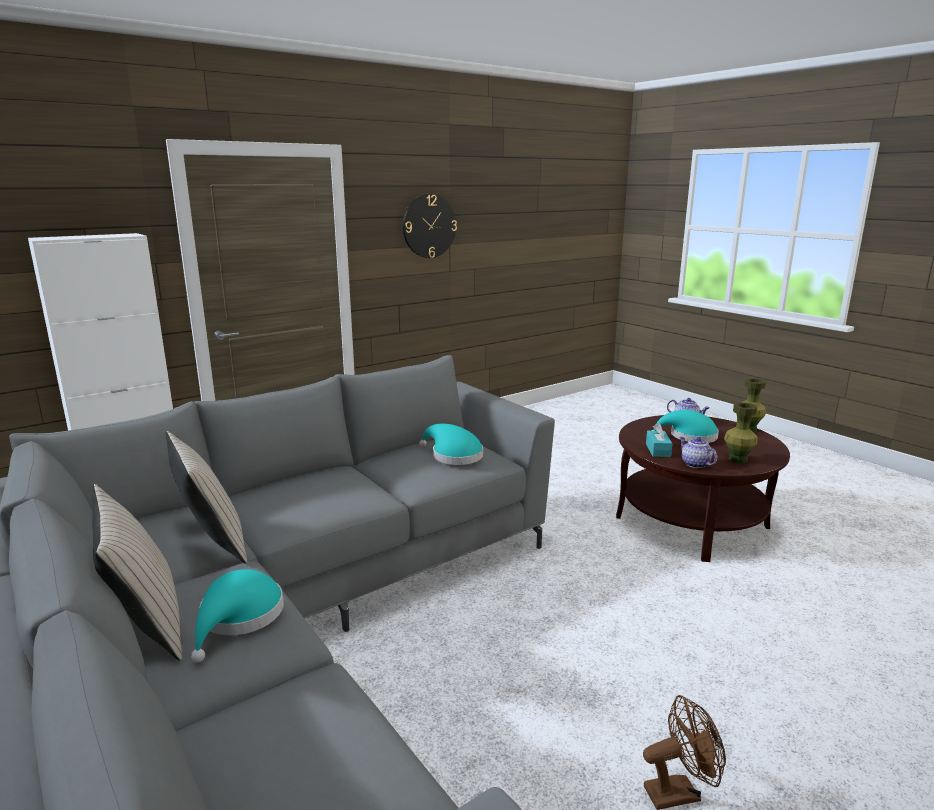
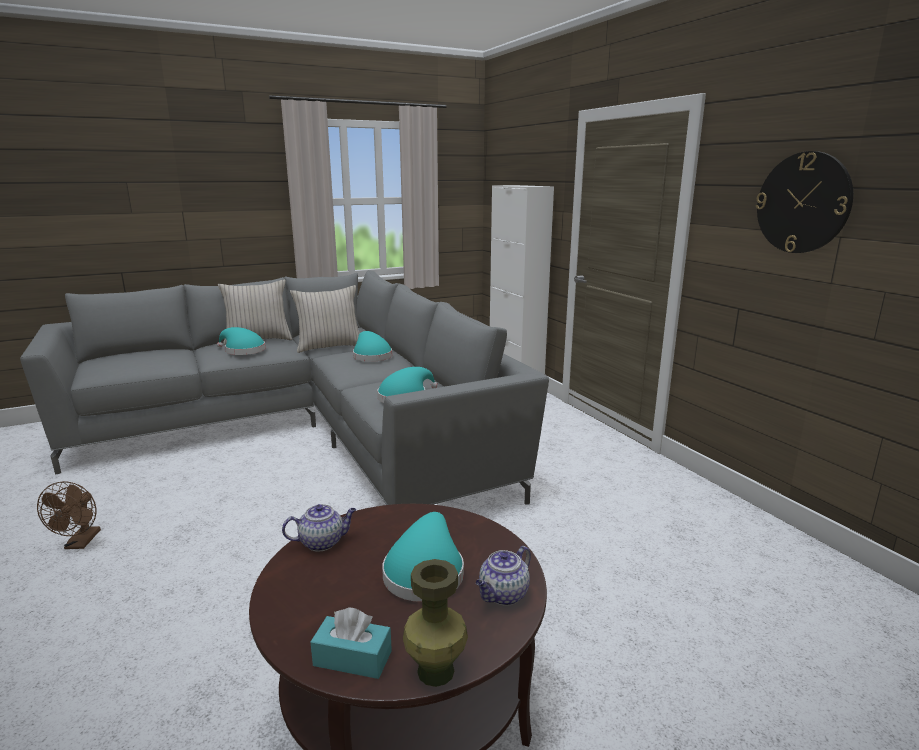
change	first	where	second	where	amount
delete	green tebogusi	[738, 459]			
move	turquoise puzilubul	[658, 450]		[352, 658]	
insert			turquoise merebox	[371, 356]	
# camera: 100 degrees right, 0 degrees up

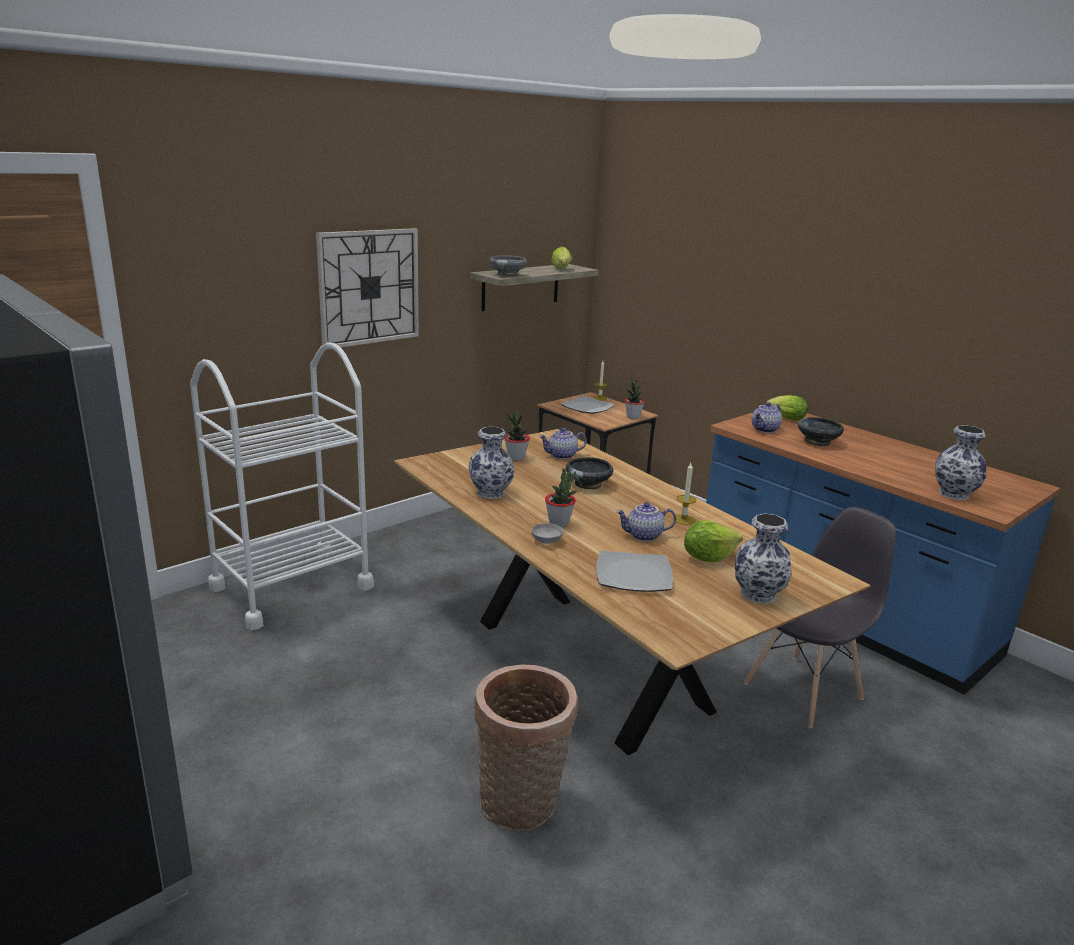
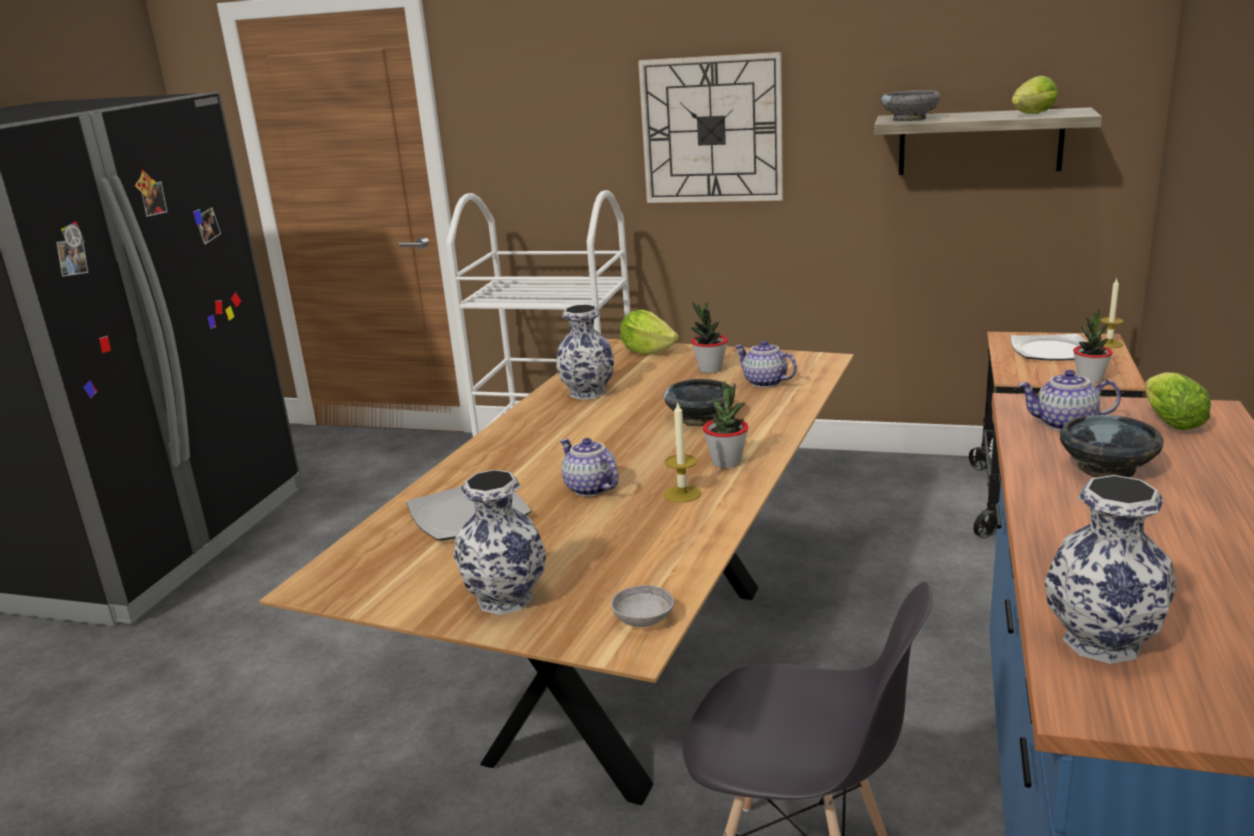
change	first	where	second	where	amount
move	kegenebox	[559, 523]		[726, 462]	
move	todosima	[708, 557]		[647, 351]	
move	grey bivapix	[546, 541]		[643, 620]	
delete	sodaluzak	[521, 805]			
# camera: 60 degrees right, 0 degrees up

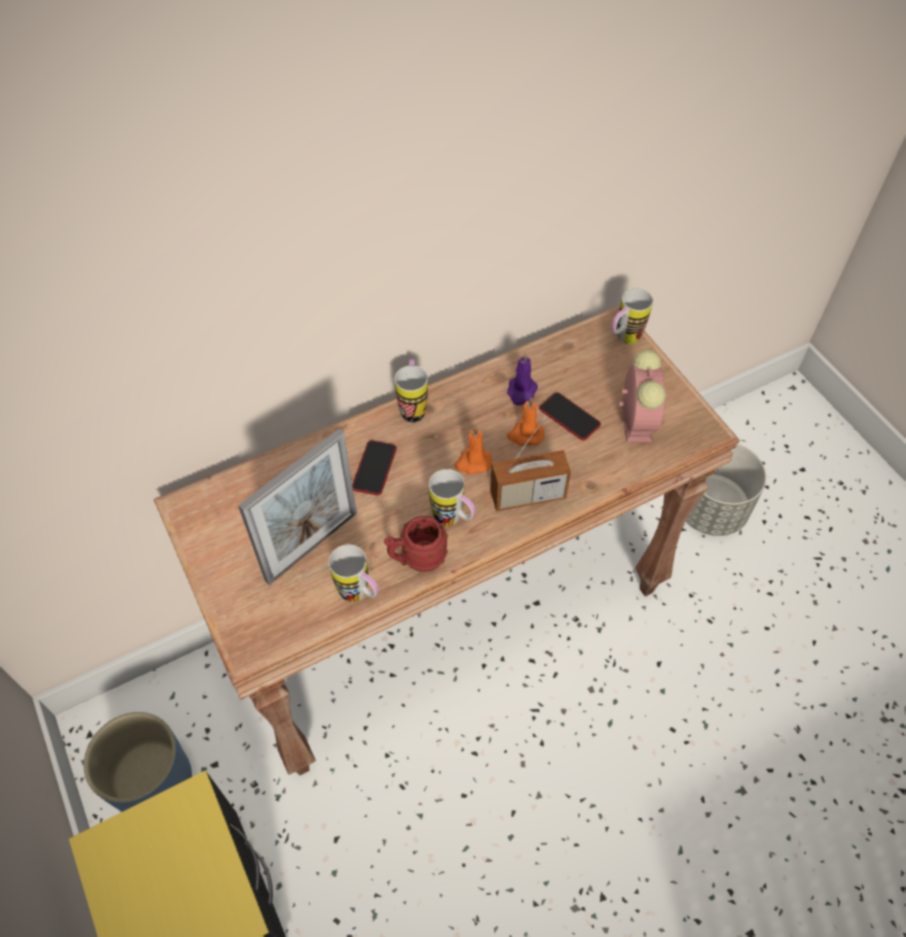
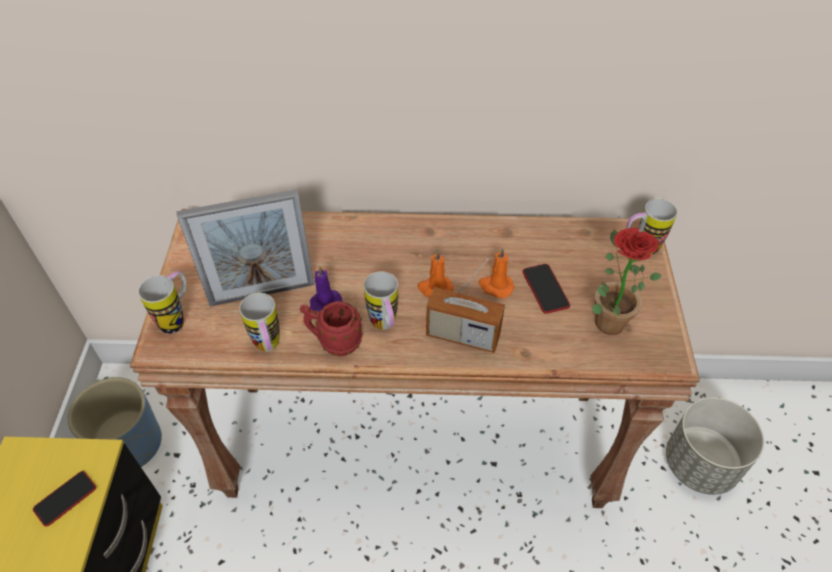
change	first	where	second	where	amount
replace	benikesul	[635, 420]	kegenebox	[605, 318]	
move	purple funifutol	[521, 392]		[324, 305]	
move	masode	[413, 407]		[177, 318]	
move	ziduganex	[374, 468]		[65, 498]	
# camera: 30 degrees right, 5 degrees down

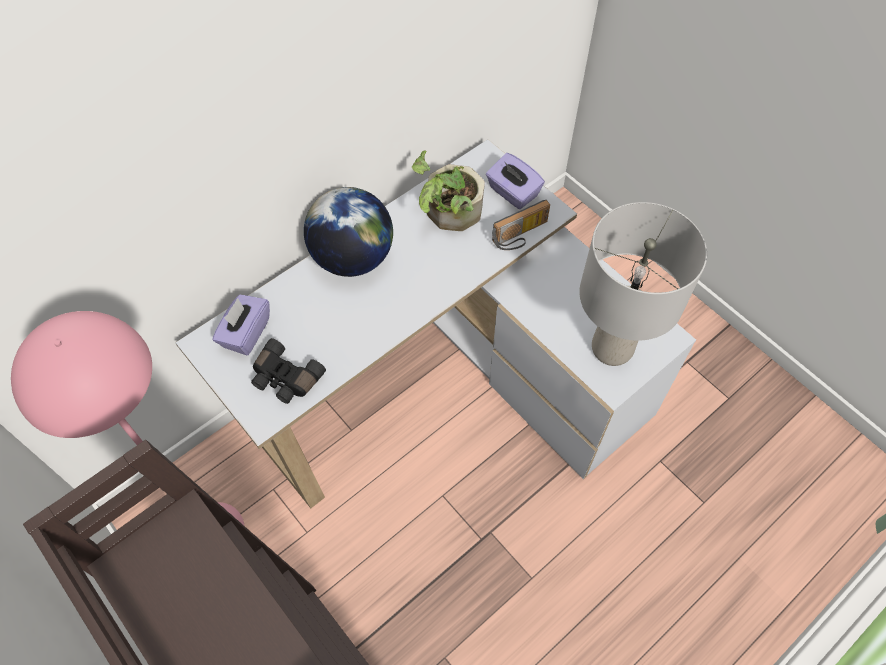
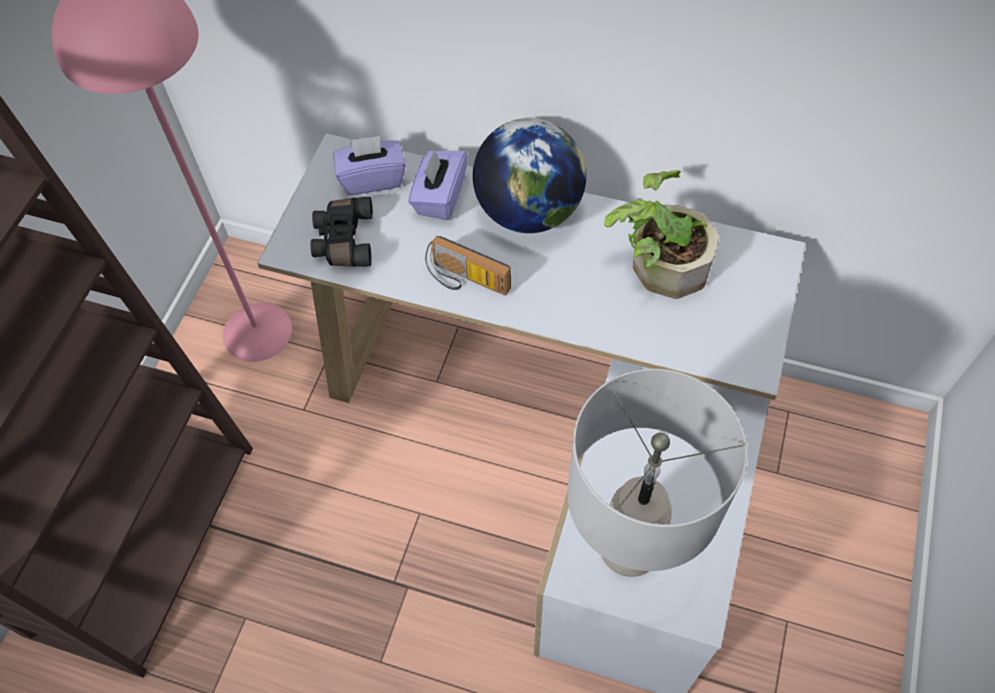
change	first	where	second	where	amount
move	purple puzilubul	[512, 192]		[440, 197]	
move	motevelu	[521, 236]		[465, 281]	
# camera: 60 degrees right, 0 degrees up

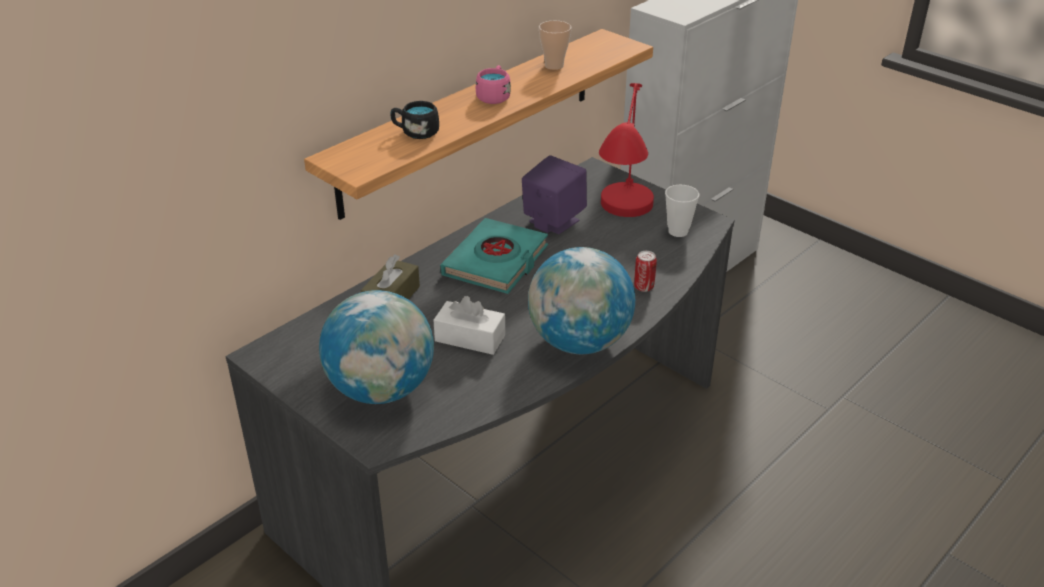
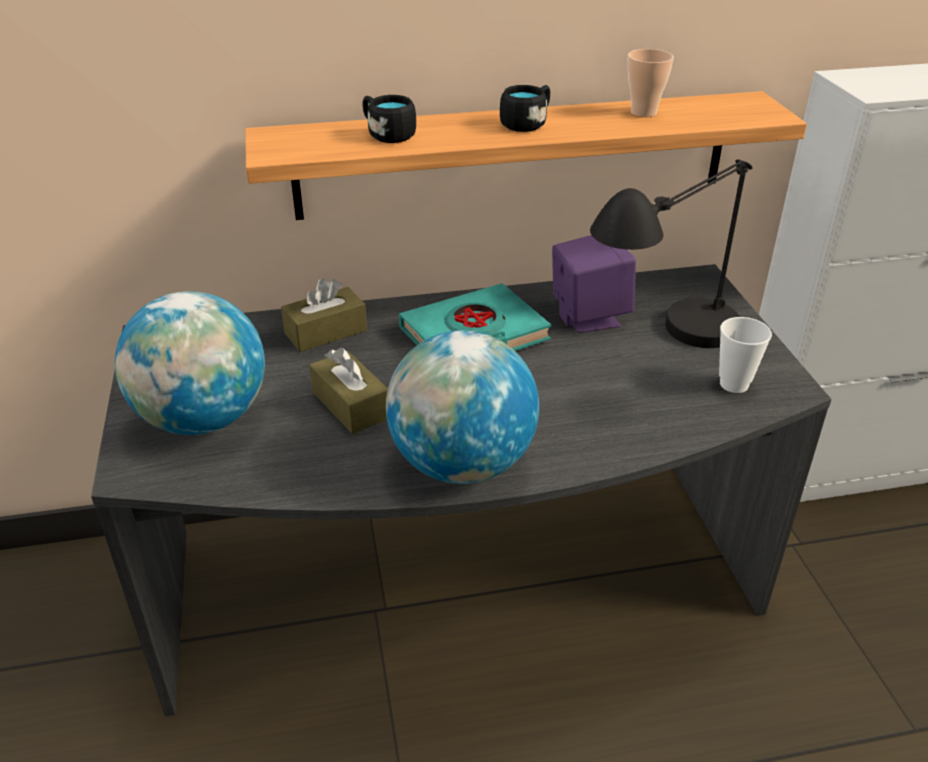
change	first	where	second	where	amount
recolor	pink masode	[494, 96]	black masode	[527, 123]	
recolor	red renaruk	[622, 228]	black renaruk	[664, 354]	
delete	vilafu	[643, 287]			
recolor	white puzilubul	[470, 338]	brown puzilubul	[351, 405]	
# camera: 35 degrees right, 0 degrees up

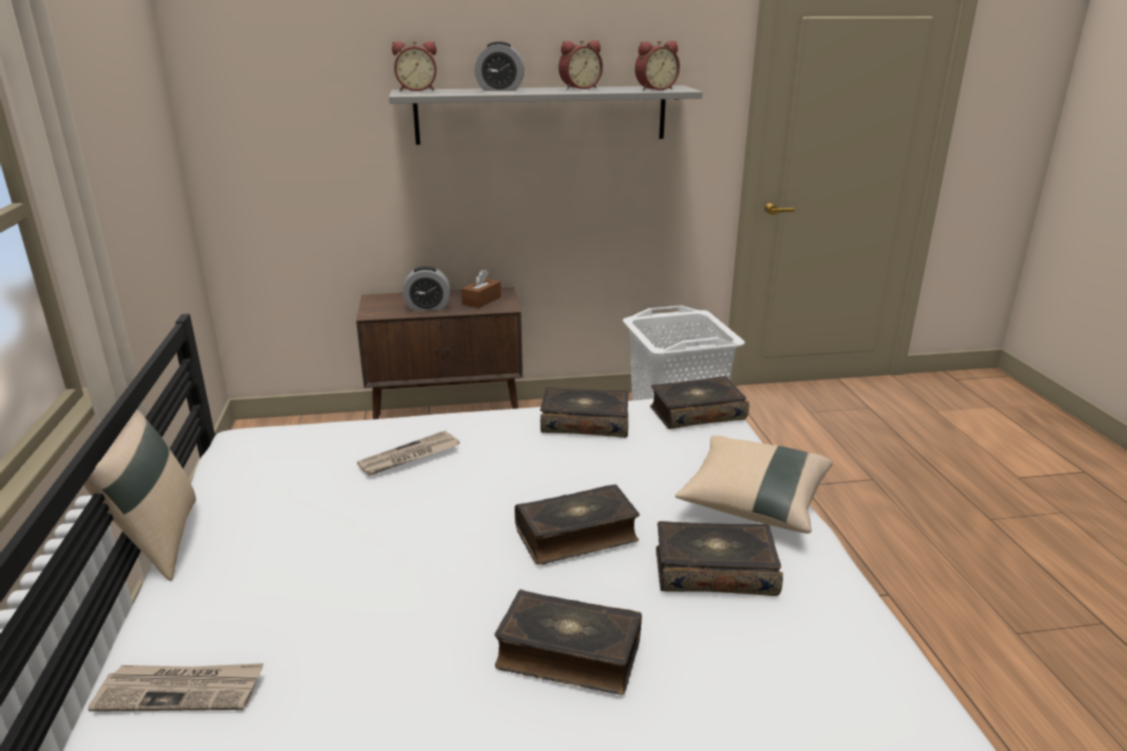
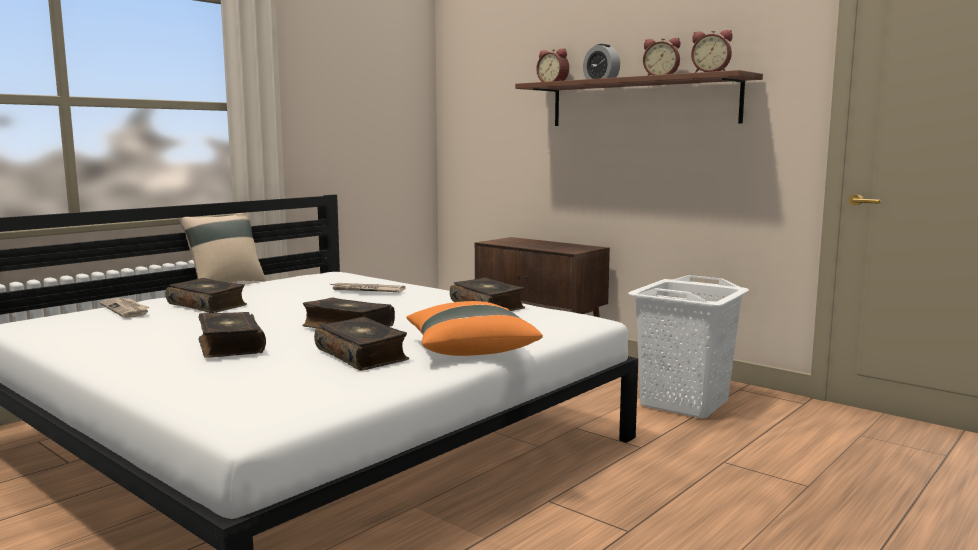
change	first	where	second	where	amount
recolor	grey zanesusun	[541, 114]	brown zanesusun	[641, 102]	
delete	benikesul	[427, 307]			
delete	brown puzilubul	[481, 300]			
move	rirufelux	[696, 413]		[208, 305]	
recolor	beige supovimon	[753, 502]	orange supovimon	[470, 349]	
# camera: 50 degrees right, 15 degrees down

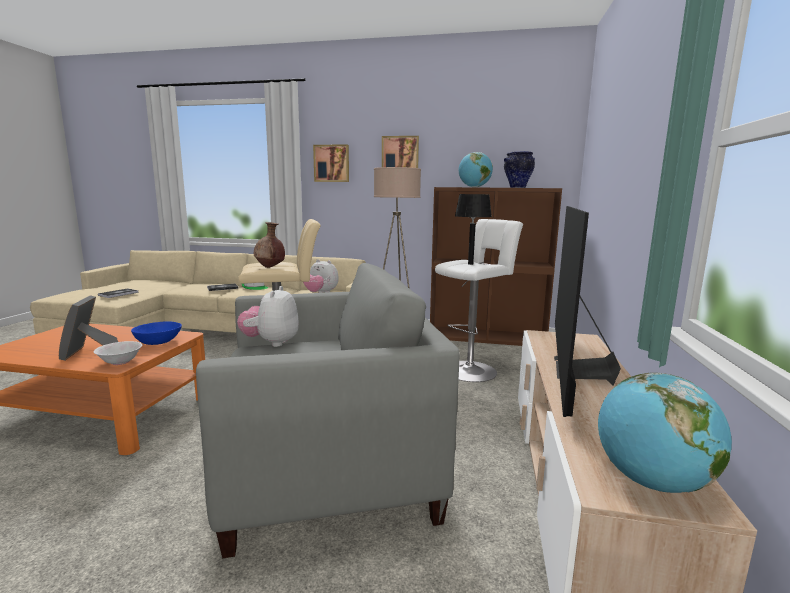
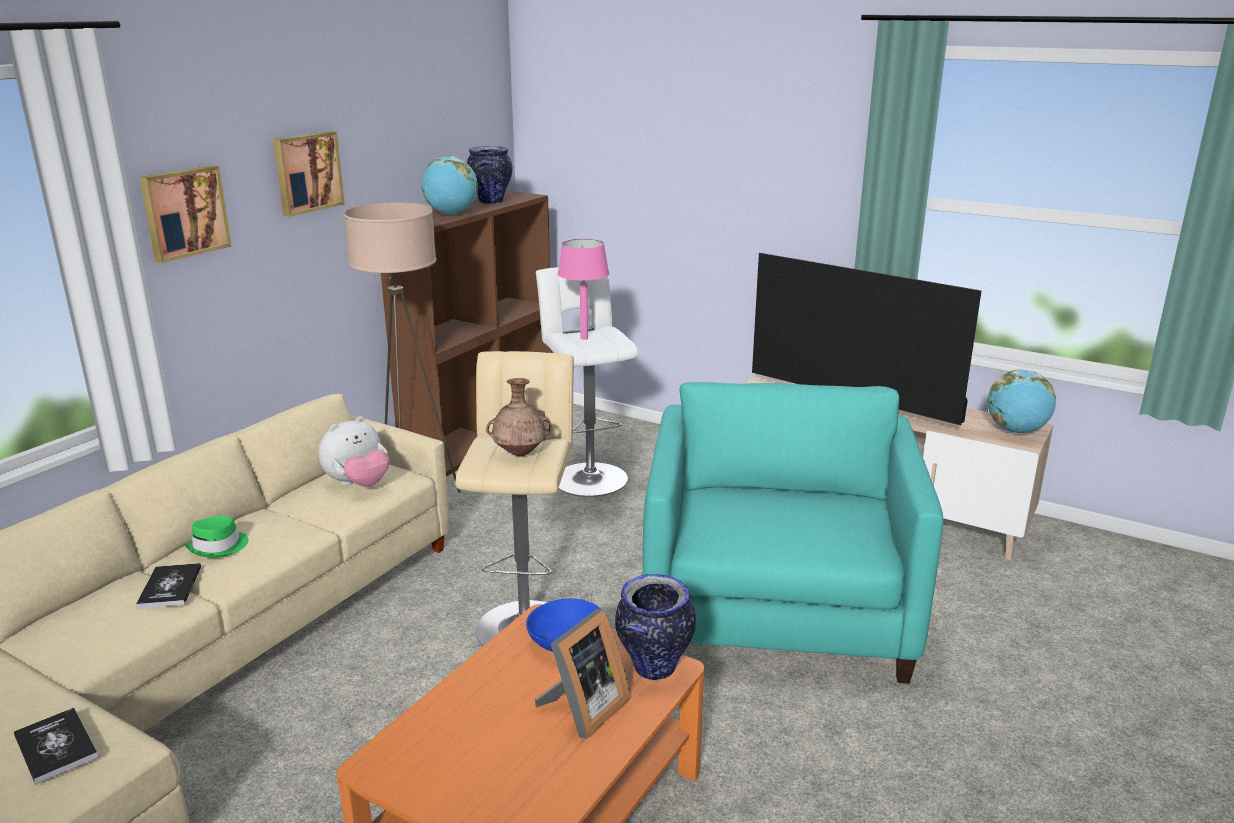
change	first	where	second	where	amount
recolor	black renaruk	[470, 264]	pink renaruk	[584, 338]	
recolor	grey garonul	[328, 465]	turquoise garonul	[777, 612]	
delete	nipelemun	[271, 343]			
rotate	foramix	[88, 352]		[582, 710]	60 degrees counterclockwise
replace	white bivapix	[120, 362]	tebogusi	[654, 669]	
# camera: 70 degrees left, 10 degrees up

